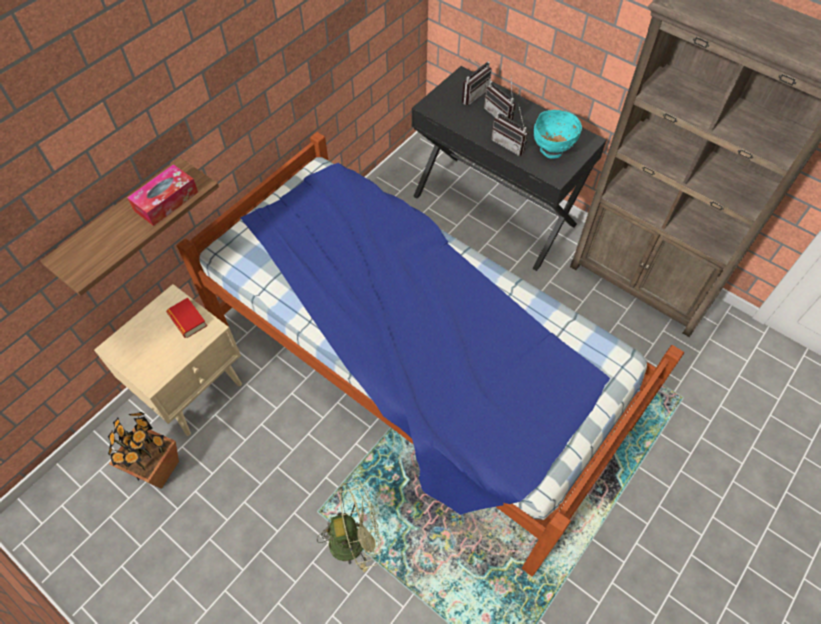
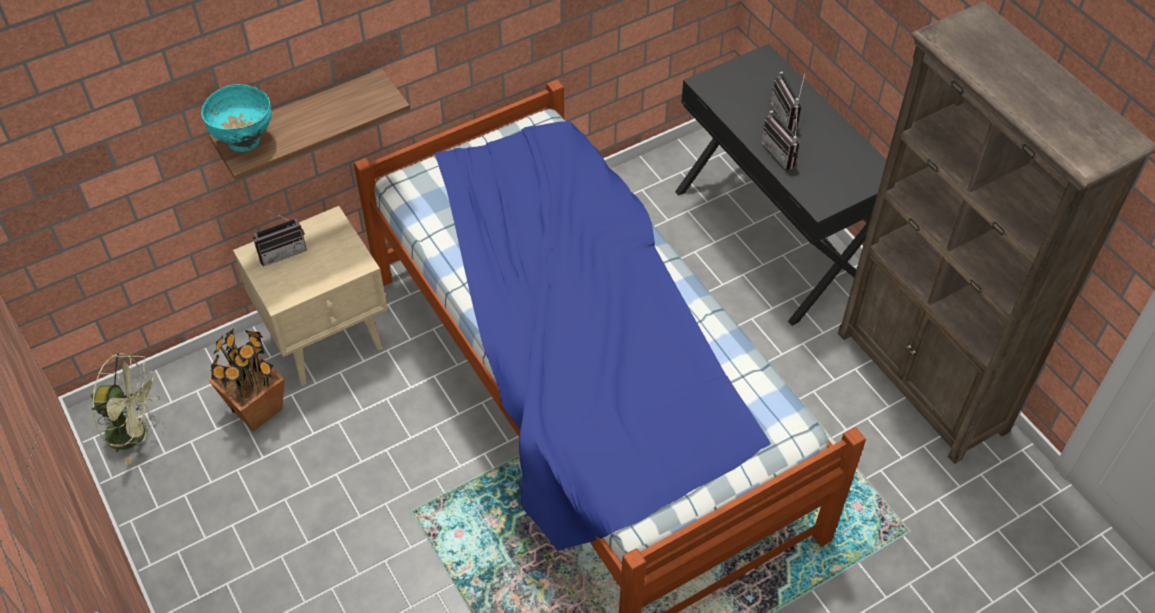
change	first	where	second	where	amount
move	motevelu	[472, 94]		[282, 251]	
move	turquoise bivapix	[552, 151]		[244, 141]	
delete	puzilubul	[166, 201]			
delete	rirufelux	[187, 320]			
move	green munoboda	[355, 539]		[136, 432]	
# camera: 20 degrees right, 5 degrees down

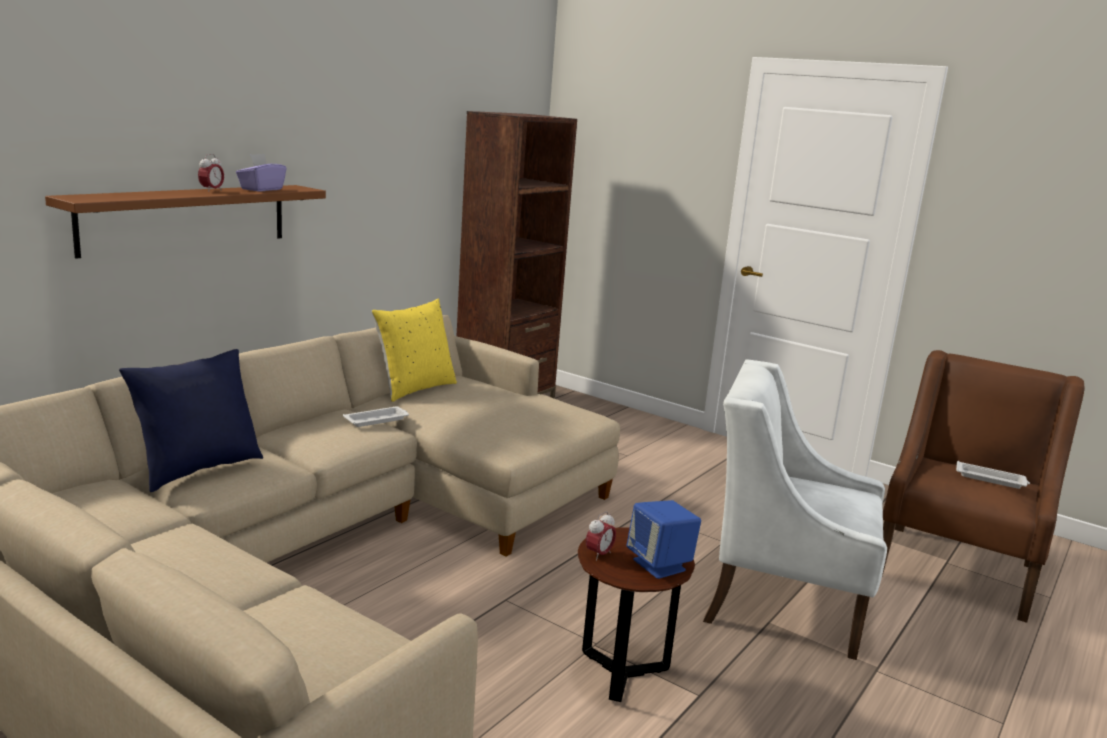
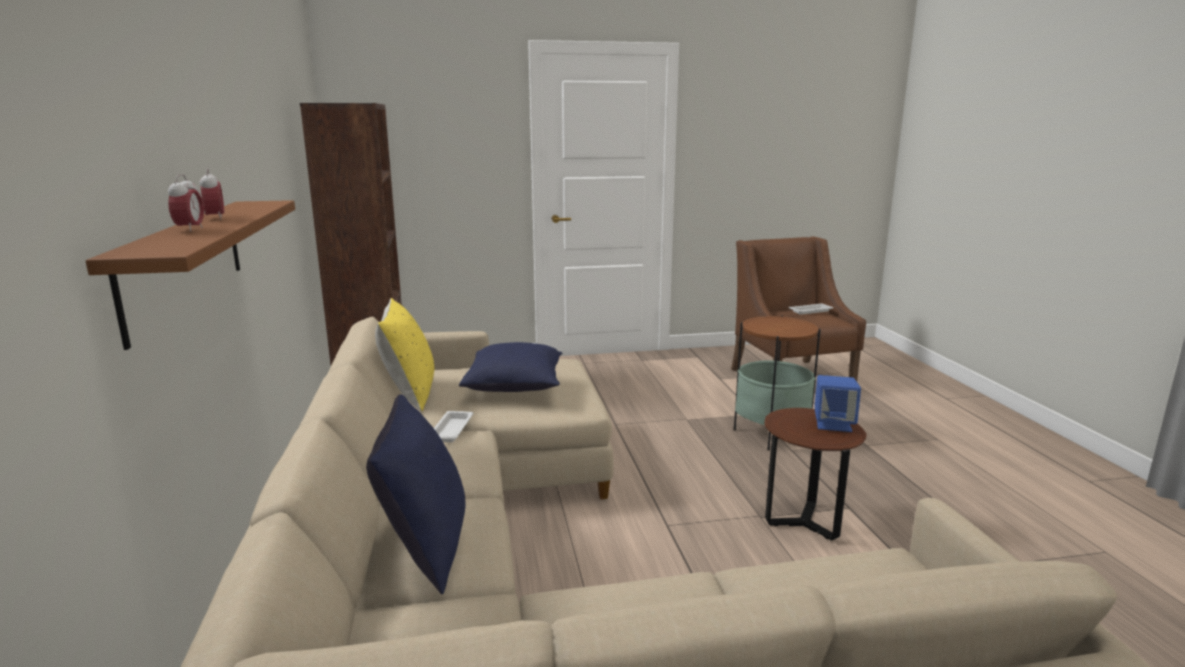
change	first	where	second	where	amount
delete	purple puzilubul	[261, 189]			
replace	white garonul	[782, 599]	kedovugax	[771, 434]	
move	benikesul	[599, 555]		[190, 230]	
insert			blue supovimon	[515, 387]	
# camera: 45 degrees left, 0 degrees up

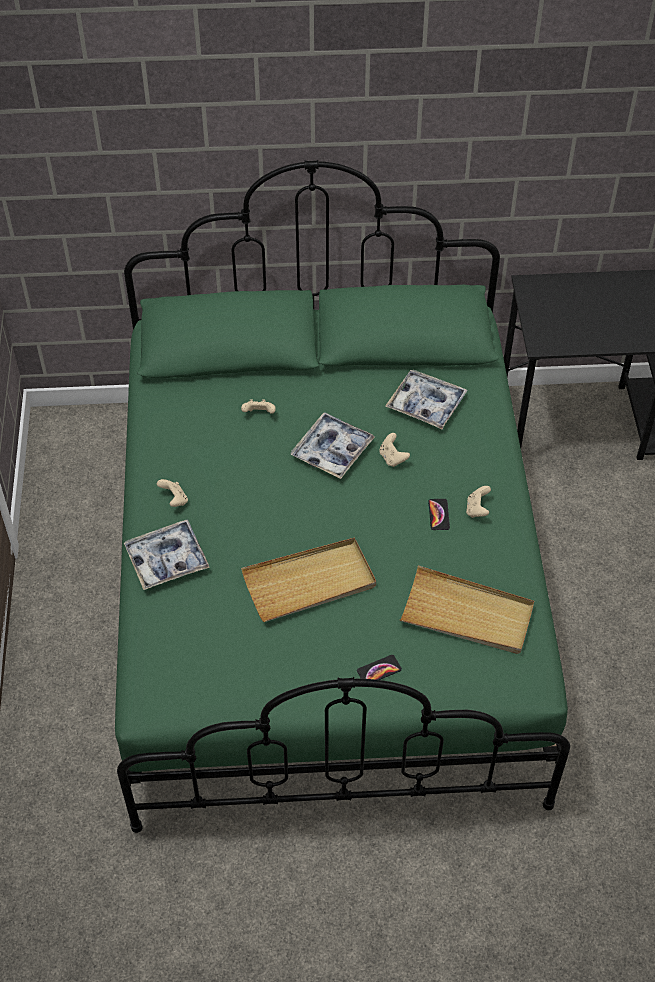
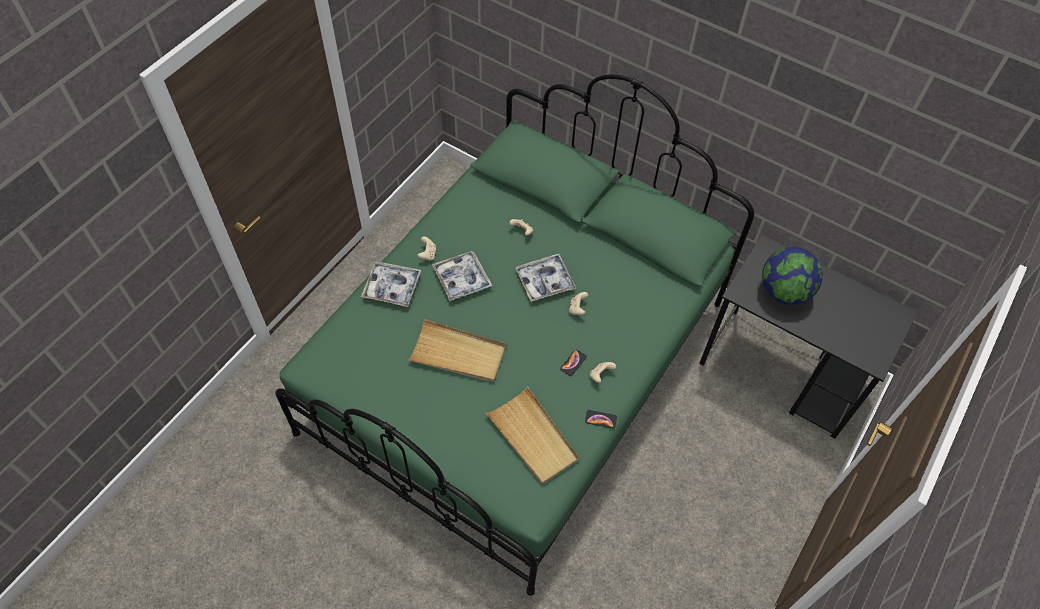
change	first	where	second	where	amount
move	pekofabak	[426, 404]		[462, 279]	
move	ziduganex	[379, 670]		[600, 419]	
insert			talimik	[784, 292]	
# camera: 35 degrees right, 5 degrees up

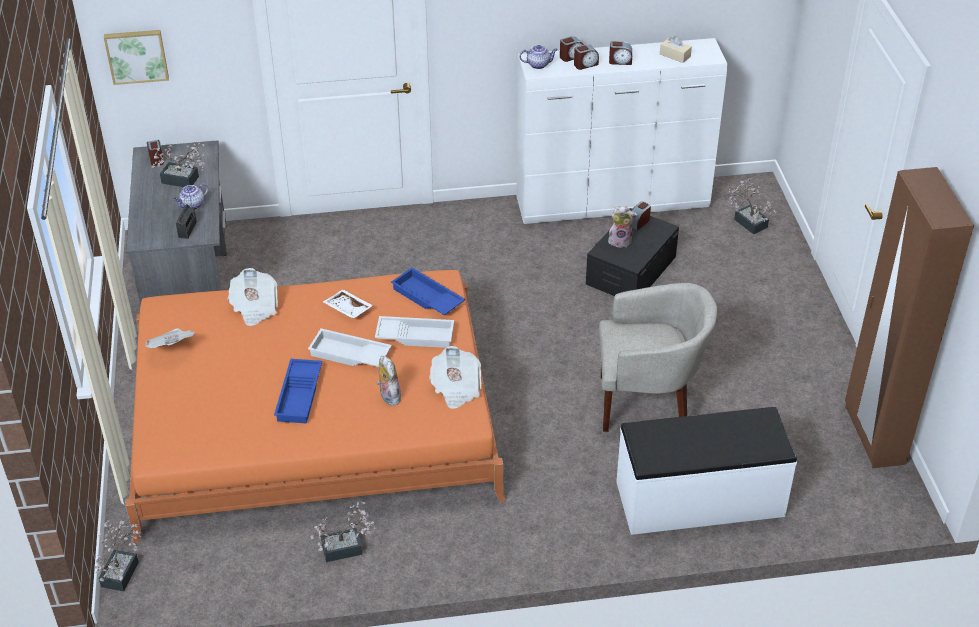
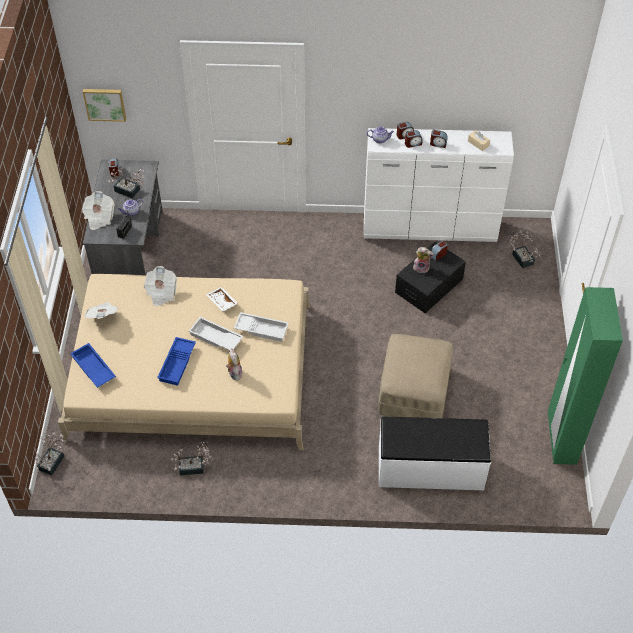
change	first	where	second	where	amount
recolor	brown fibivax	[873, 435]	green fibivax	[561, 439]	
move	blue pekofabak	[426, 298]		[93, 368]	
recolor	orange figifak	[314, 420]	beige figifak	[192, 371]	
replace	beige garonul	[647, 403]	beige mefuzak	[414, 391]	
move	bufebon	[456, 388]		[99, 217]	
# camera: 10 degrees right, 10 degrees up

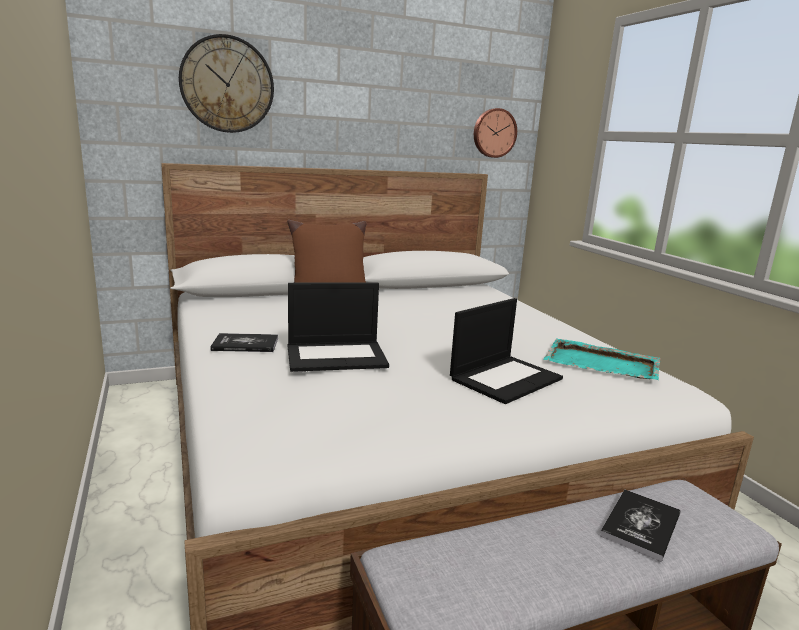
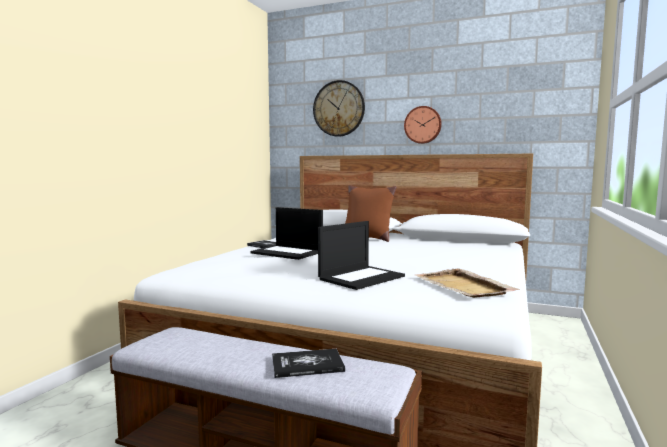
change	first	where	second	where	amount
move	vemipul	[494, 133]		[423, 125]	
rotate	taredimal	[506, 378]		[361, 277]	45 degrees counterclockwise
recolor	turquoise pekofabak	[602, 364]	beige pekofabak	[463, 286]	
# camera: 45 degrees right, 10 degrees down

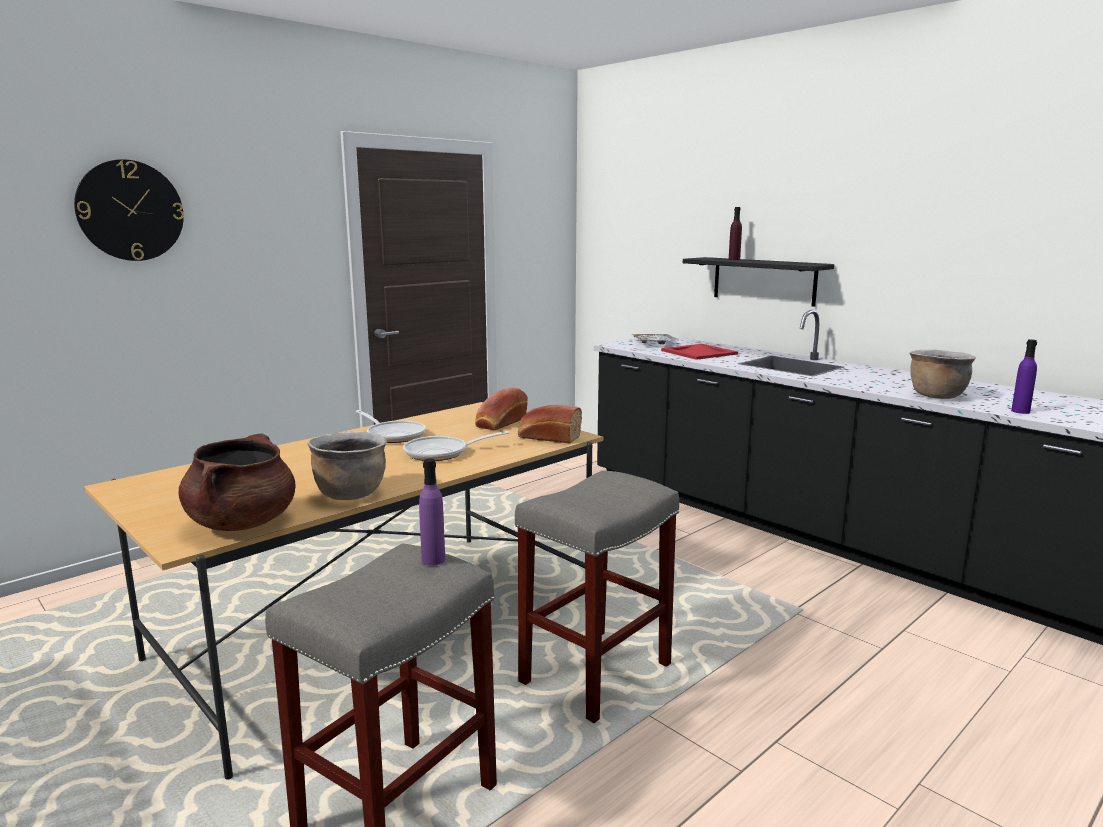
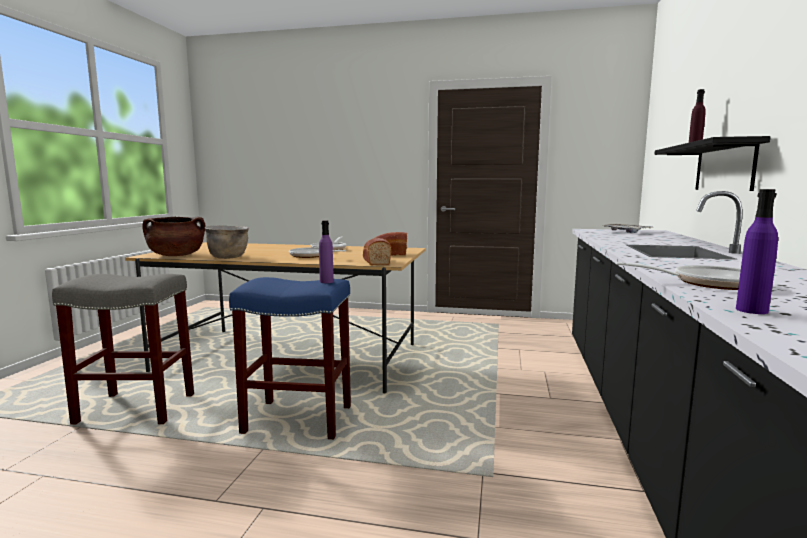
change	first	where	second	where	amount
delete	vemipul	[130, 210]			
delete	red pekofabak	[699, 352]			
replace	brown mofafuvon	[936, 396]	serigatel	[709, 283]	
move	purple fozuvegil	[433, 560]		[326, 281]	
recolor	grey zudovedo	[595, 674]	blue zudovedo	[296, 420]	
# camera: 55 degrees right, 5 degrees down

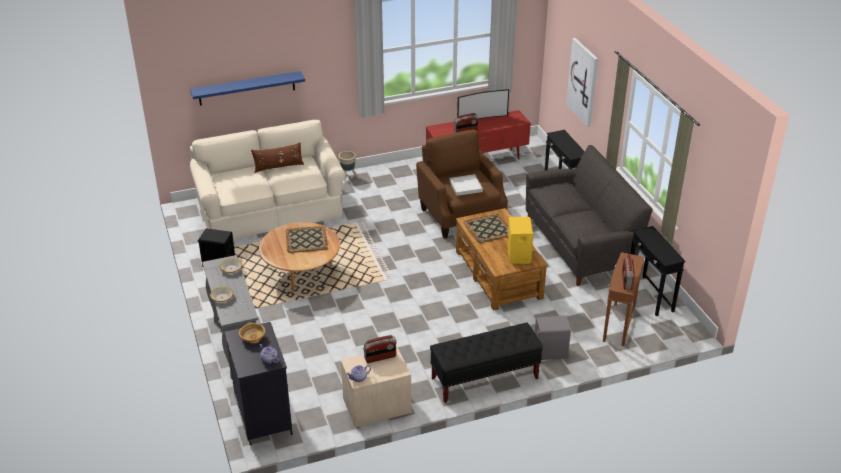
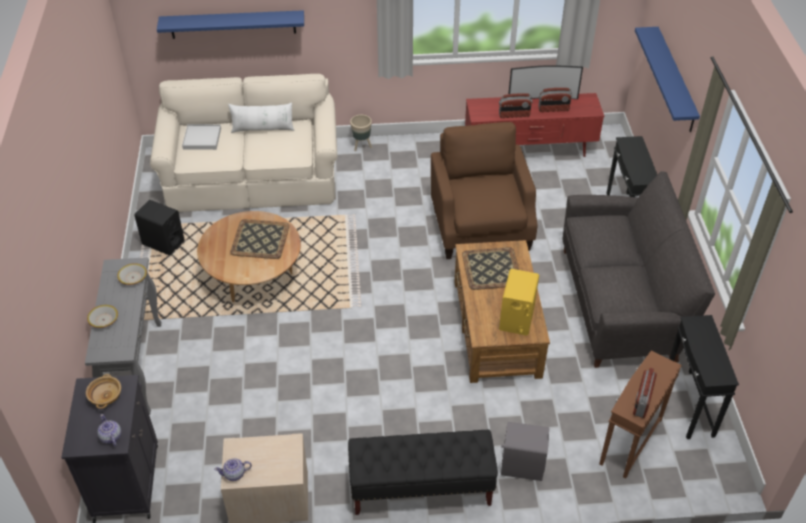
change	first	where	second	where	amount
replace	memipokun	[583, 82]	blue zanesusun	[675, 80]	
recolor	brown supovimon	[278, 167]	white supovimon	[263, 129]	
move	white pekofabak	[465, 186]		[202, 138]	
move	motevelu	[380, 357]		[553, 109]	
# camera: 15 degrees right, 10 degrees up

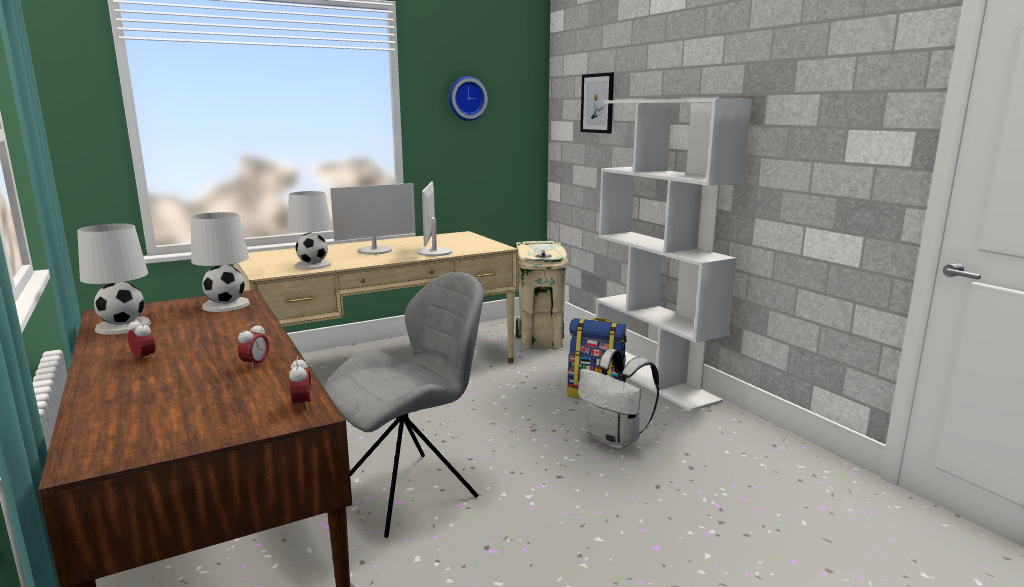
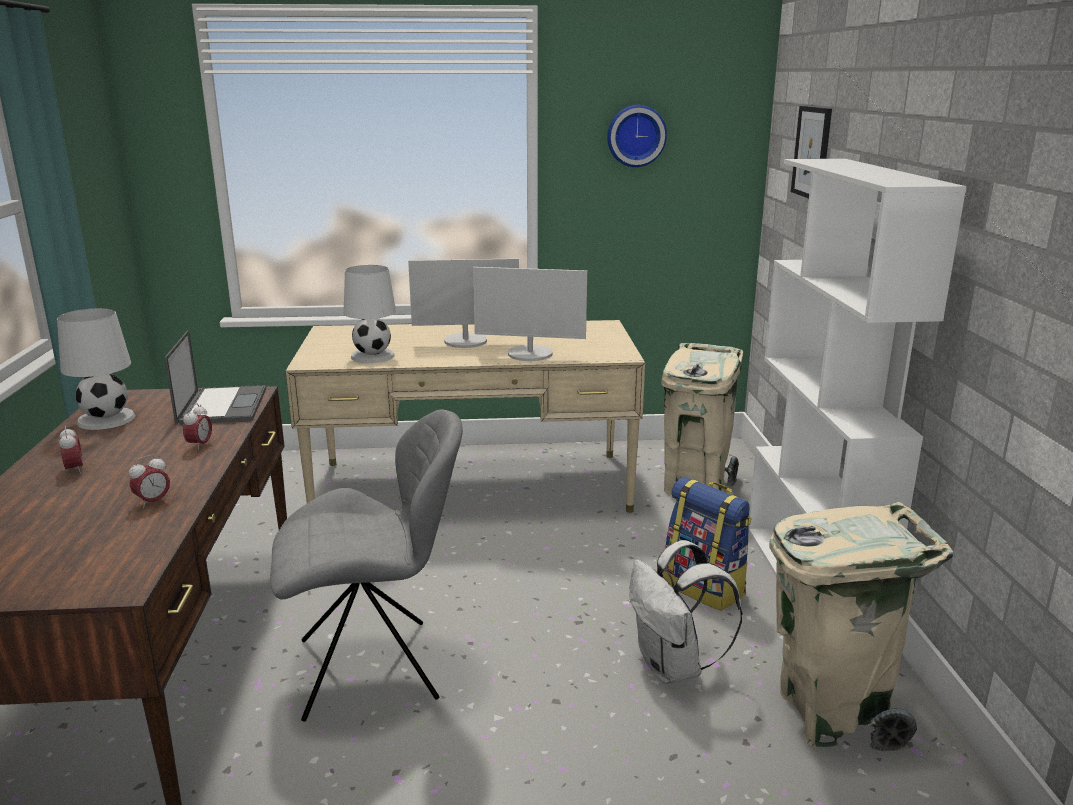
change	first	where	second	where	amount
rotate	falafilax	[434, 252]		[530, 354]	105 degrees counterclockwise
replace	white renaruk	[225, 305]	taredimal	[222, 405]	
move	benikesul	[302, 405]		[200, 445]	
insert			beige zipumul	[832, 713]	
# camera: 25 degrees right, 5 degrees up

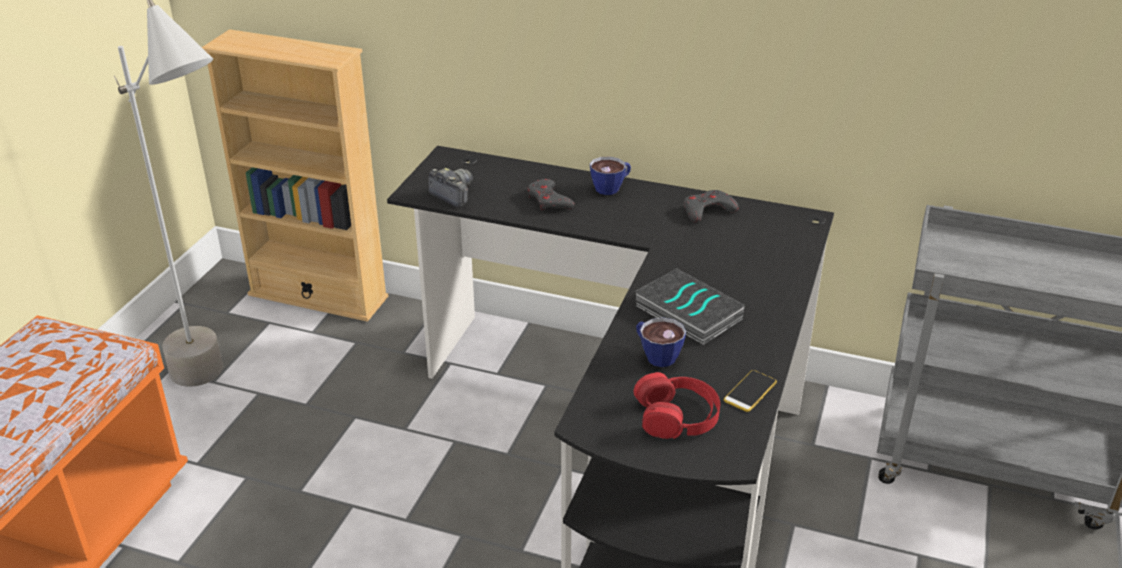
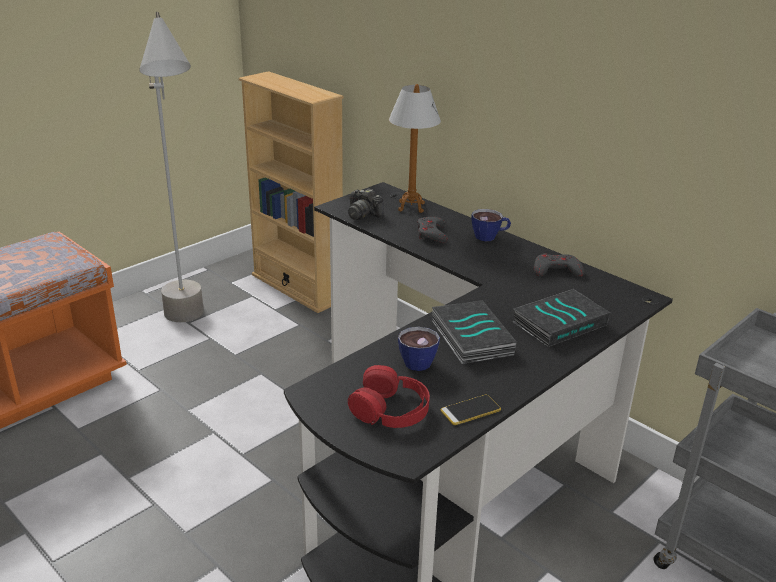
change	first	where	second	where	amount
rotate	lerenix	[453, 195]		[363, 214]	150 degrees clockwise
insert			renaruk	[411, 207]	
insert			rirufelux	[559, 322]	
# camera: 25 degrees right, 5 degrees down

